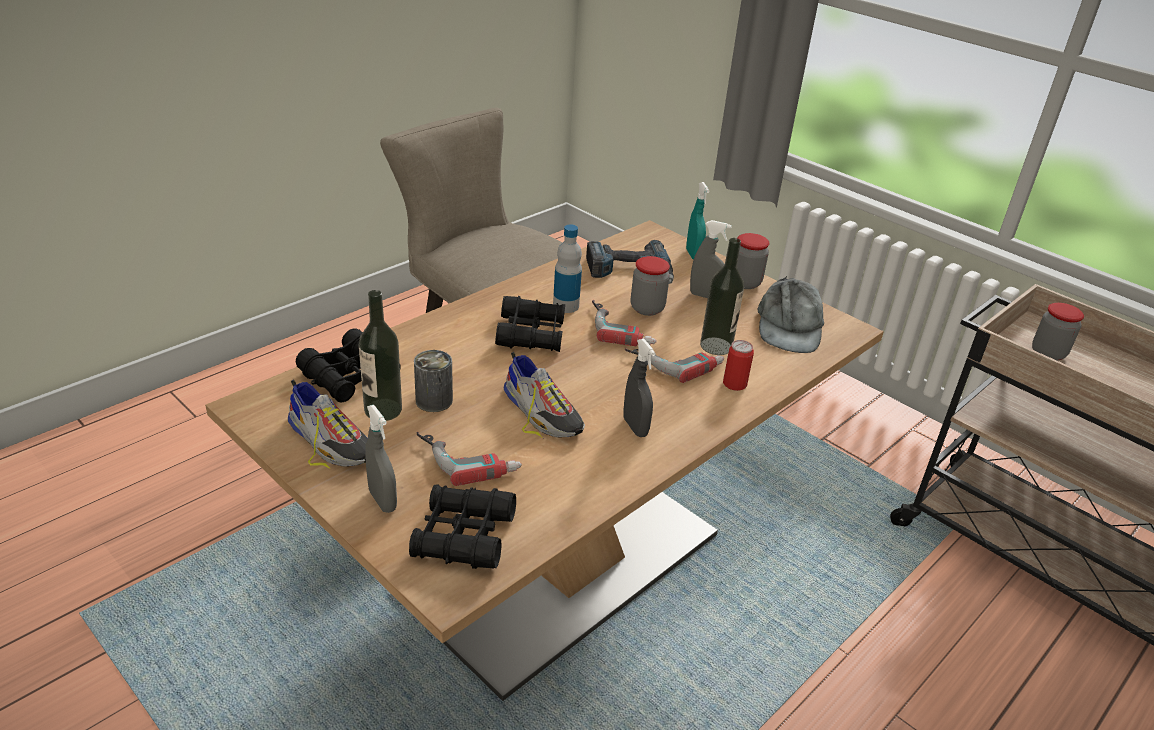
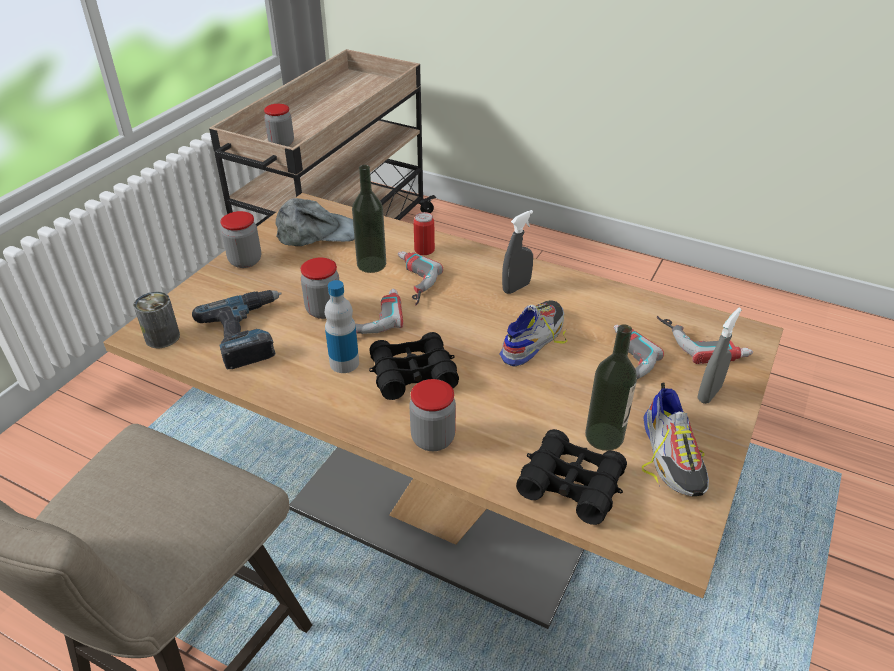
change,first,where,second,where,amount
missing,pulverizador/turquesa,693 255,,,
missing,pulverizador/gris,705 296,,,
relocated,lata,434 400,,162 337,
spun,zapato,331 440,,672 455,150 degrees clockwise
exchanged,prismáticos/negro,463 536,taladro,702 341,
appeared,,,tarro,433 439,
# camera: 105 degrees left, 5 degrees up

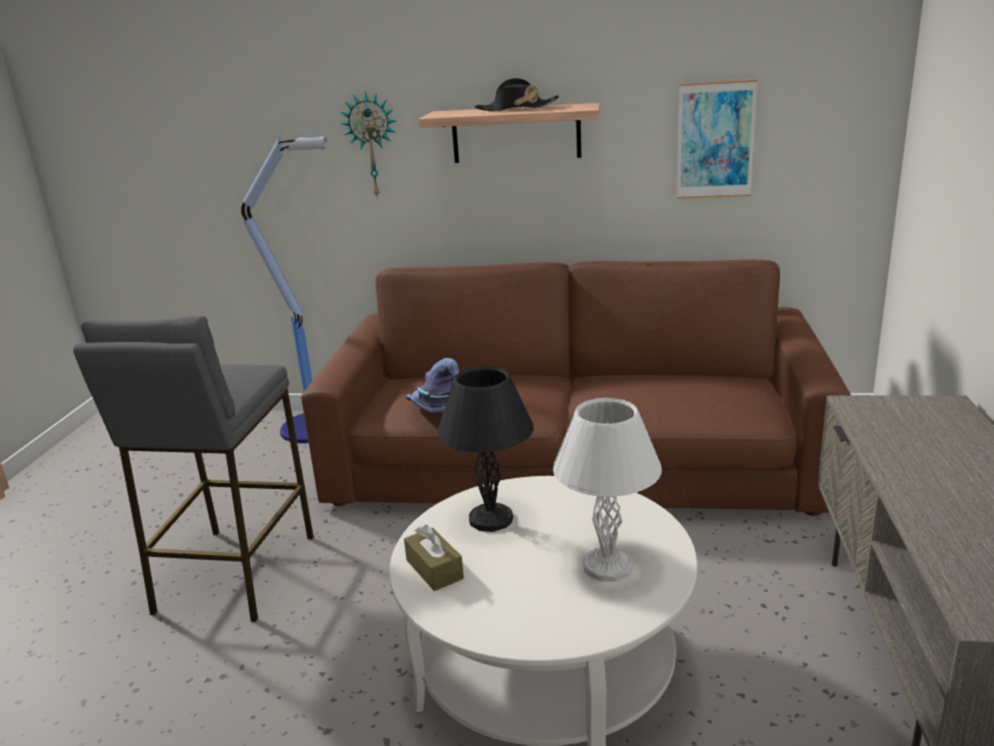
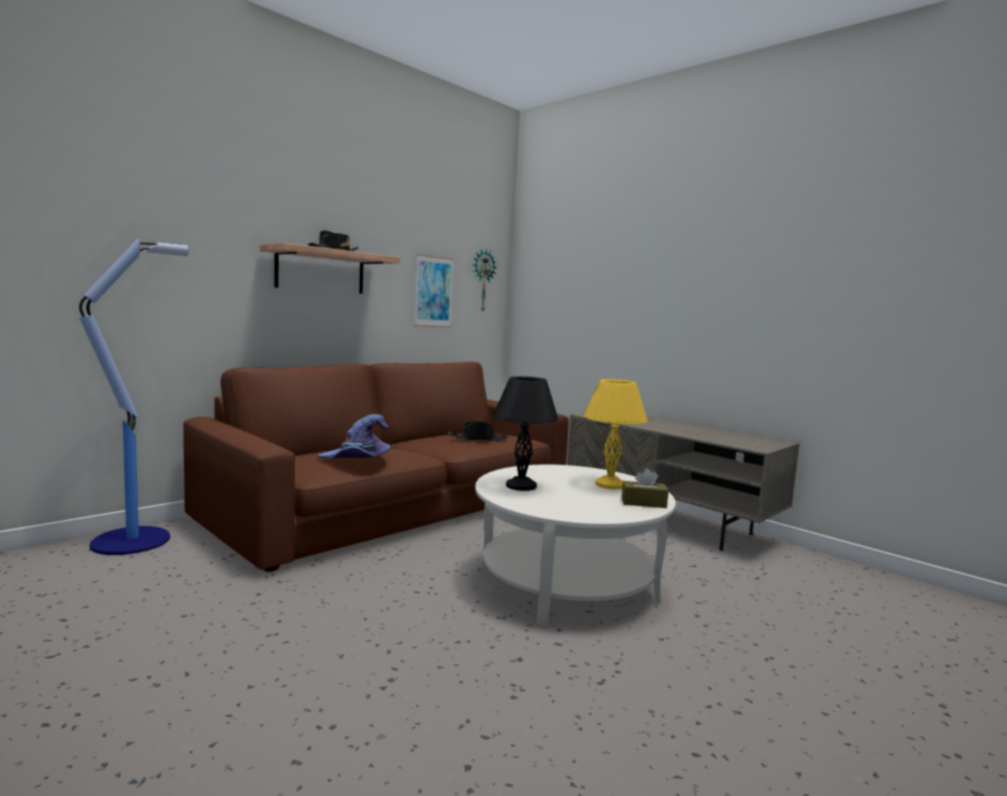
change,first,where,second,where,amount
relocated,reloj de pared,372 145,,482 280,
missing,taburete/gris,234 573,,,
colour,lámpara de mesa/blanco,608 565,lámpara de mesa/amarillo,609 484,
relocated,caja de pañuelos/marrón,434 569,,643 503,
appeared,,,sombrero/negro,478 439,
# camera: 55 degrees left, 15 degrees down

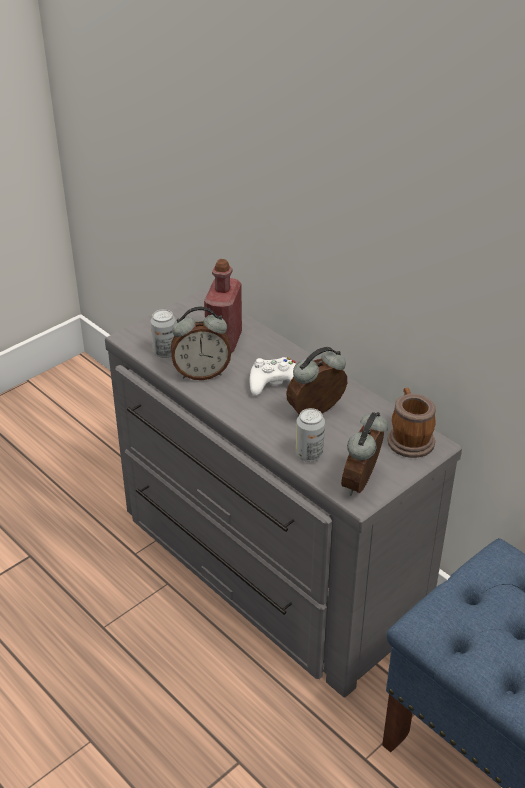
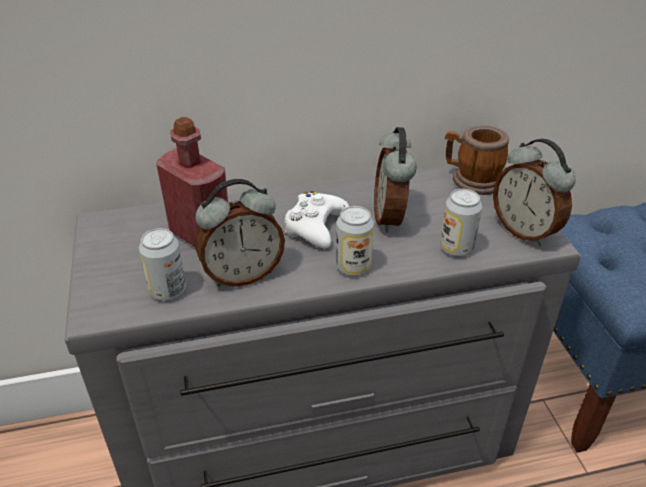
change,first,where,second,where,amount
spun,despertador,201 373,,242 275,45 degrees clockwise
appeared,,,lata,353 267,
# camera: 60 degrees left, 0 degrees up

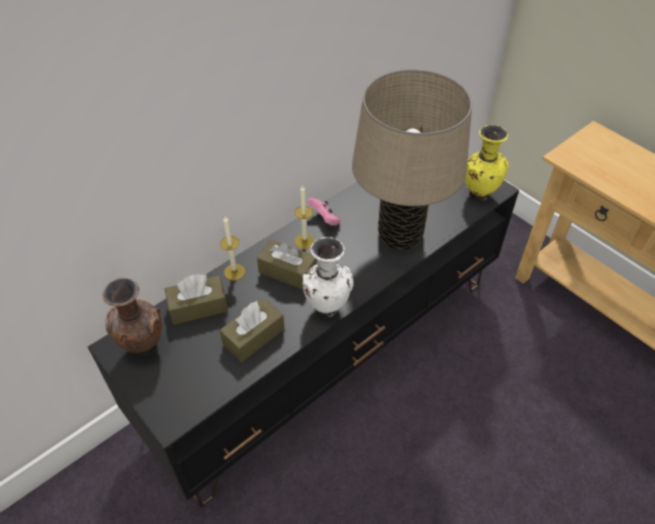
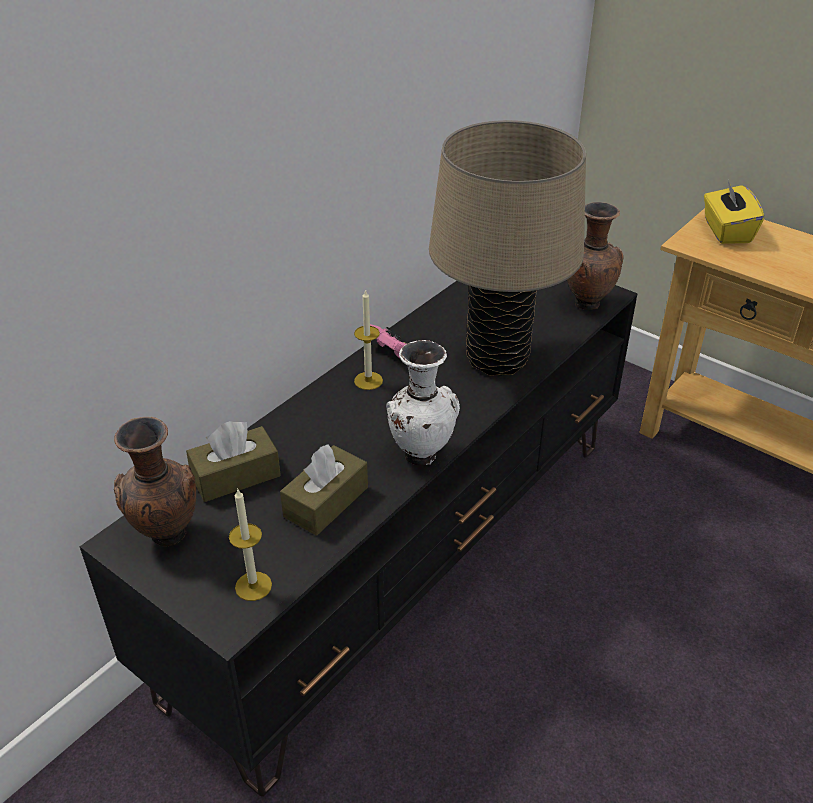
change,first,where,second,where,amount
colour,florero/amarillo,478 194,florero/marrón,587 303,
relocated,vela,234 272,,253 586,
missing,caja de pañuelos/marrón,287 271,,,
appeared,,,caja de pañuelos/amarillo,726 231,
# camera: 10 degrees left, 10 degrees down

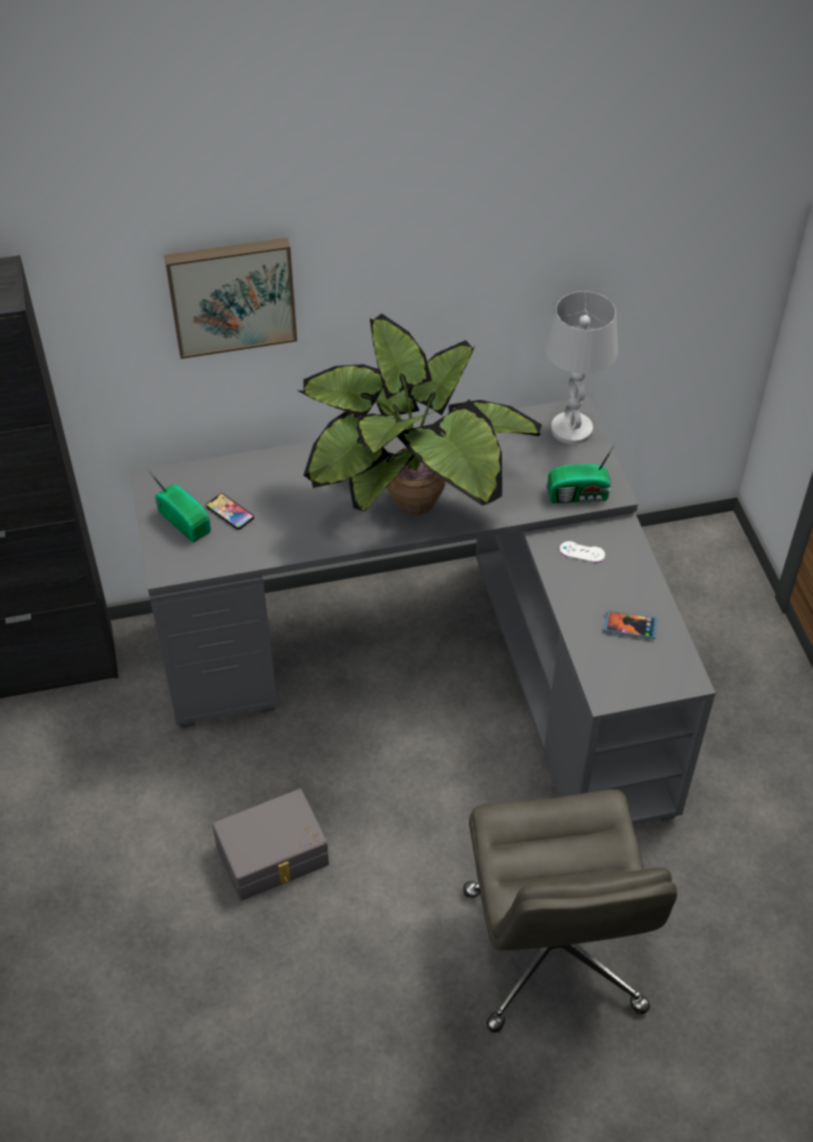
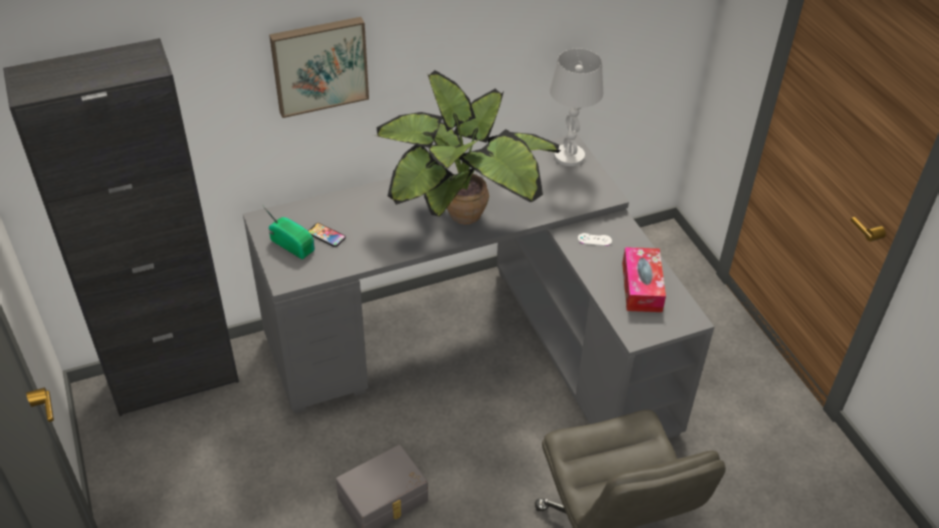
change,first,where,second,where,amount
missing,radio,579 495,,,
exchanged,móvil,630 626,caja de pañuelos,641 287,
# camera: 10 degrees left, 5 degrees down

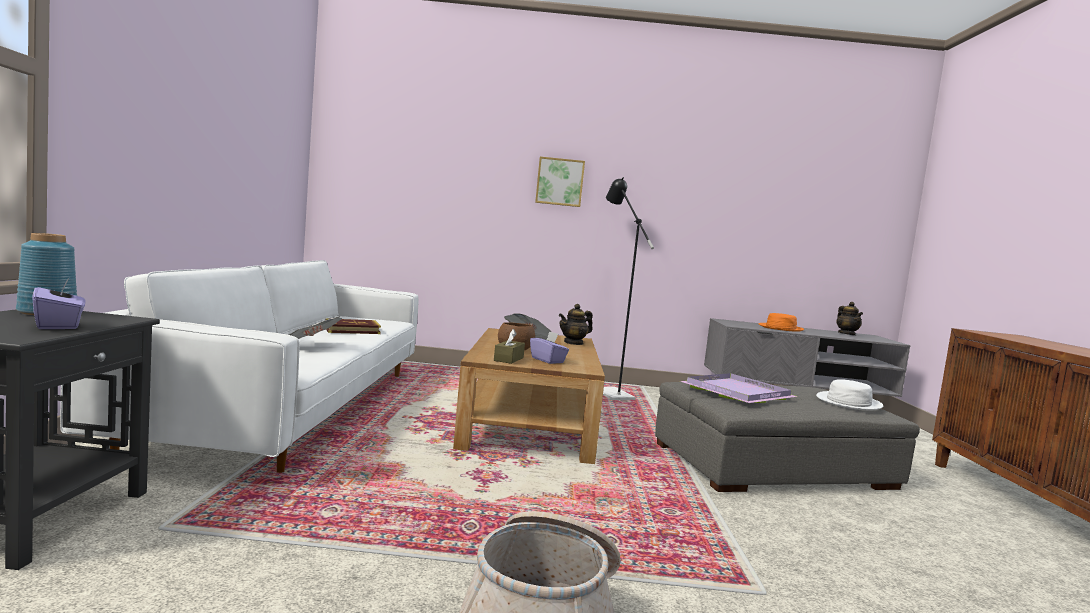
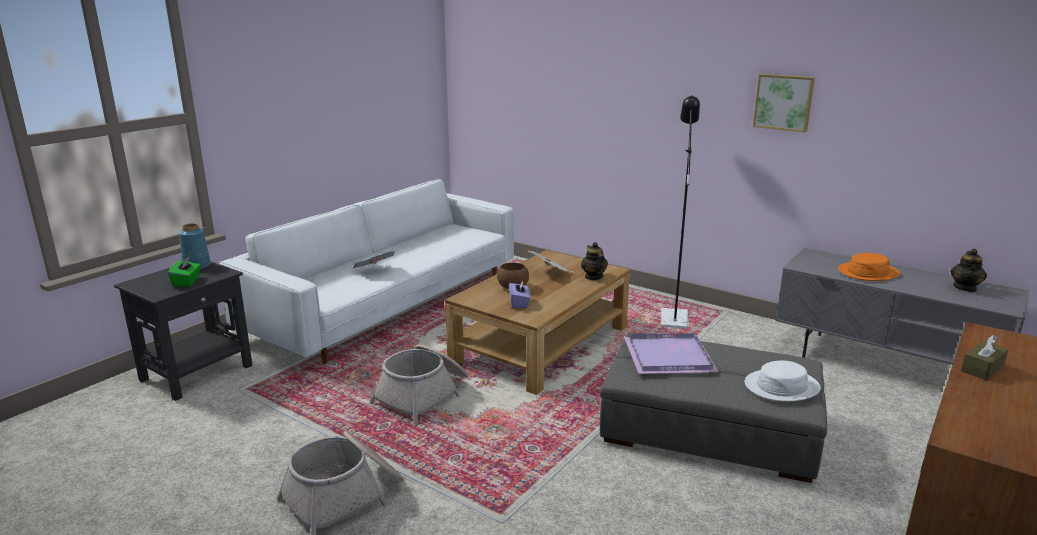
change,first,where,second,where,amount
relocated,cuadro,560 182,,783 102,
colour,caja de pañuelos/morado,59 325,caja de pañuelos/verde,187 282,
spun,tetera,573 343,,593 277,75 degrees clockwise
missing,libro,352 330,,,
relocated,caja de pañuelos/marrón,508 359,,982 368,
appeared,,,cesta,424 395,
# camera: 35 degrees right, 15 degrees up

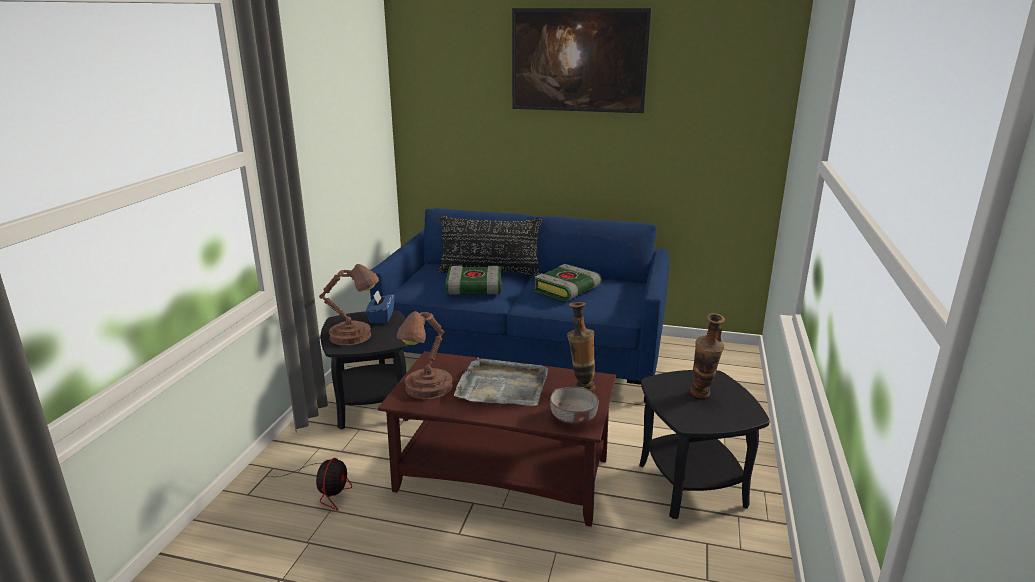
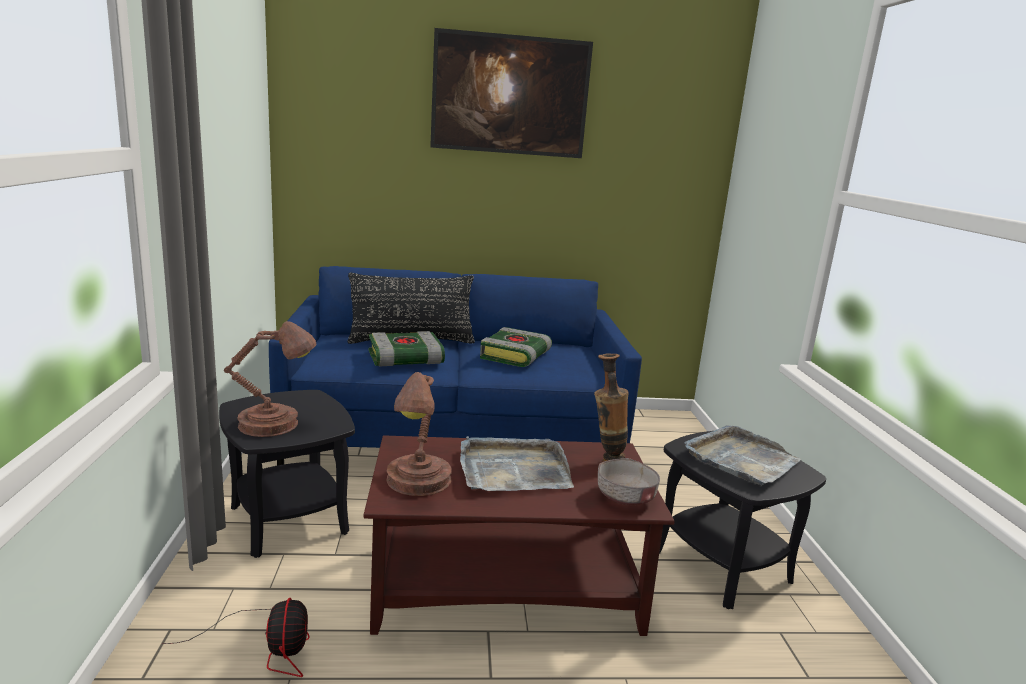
change,first,where,second,where,amount
missing,caja de pañuelos/azul,381 318,,,
exchanged,florero,702 397,bandeja/gris,741 459,
# camera: 20 degrees left, 5 degrees down

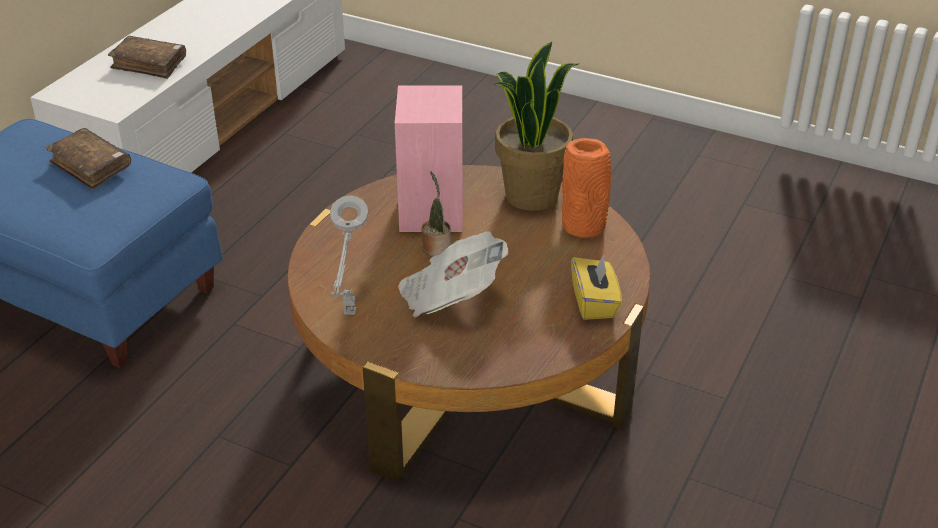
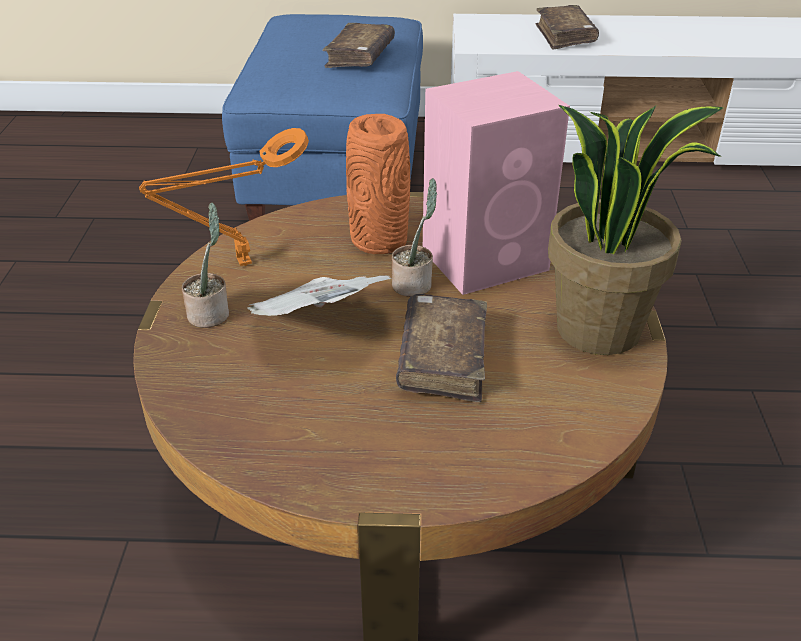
change,first,where,second,where,amount
relocated,florero/naranja,585 227,,379 241,
colour,lámpara de mesa/gris,349 315,lámpara de mesa/naranja,239 264,
missing,caja de pañuelos/amarillo,594 303,,,
appeared,,,planta en maceta,211 313,
appeared,,,libro/marrón,443 359,
# camera: 65 degrees right, 0 degrees up

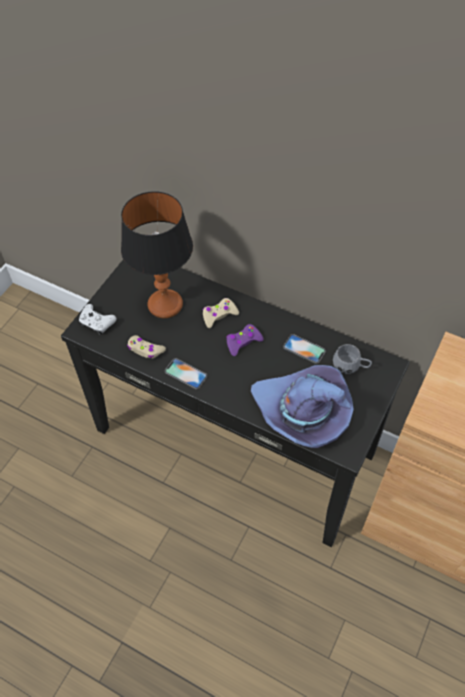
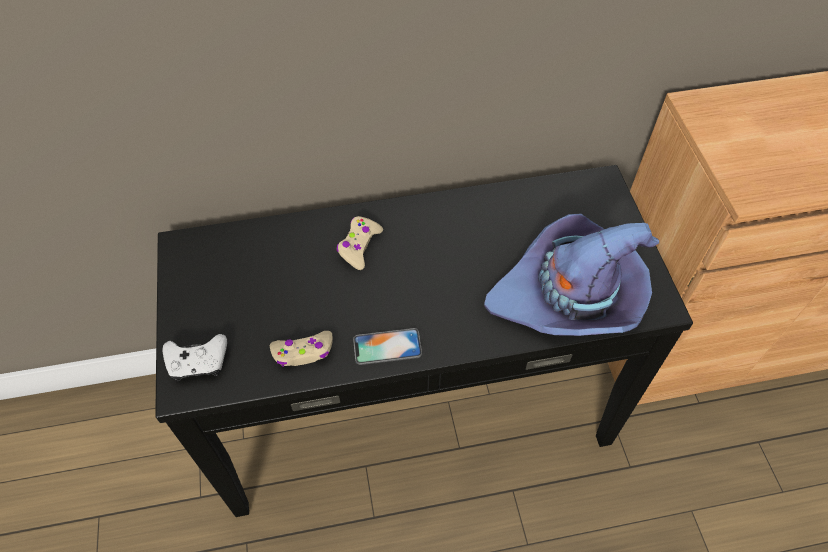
change,first,where,second,where,amount
missing,lámpara de mesa,165 305,,,
missing,mando de consola/morado,243 342,,,
missing,móvil,304 349,,,
missing,taza grande/gris,350 367,,,
# camera: 40 degrees left, 0 degrees up

